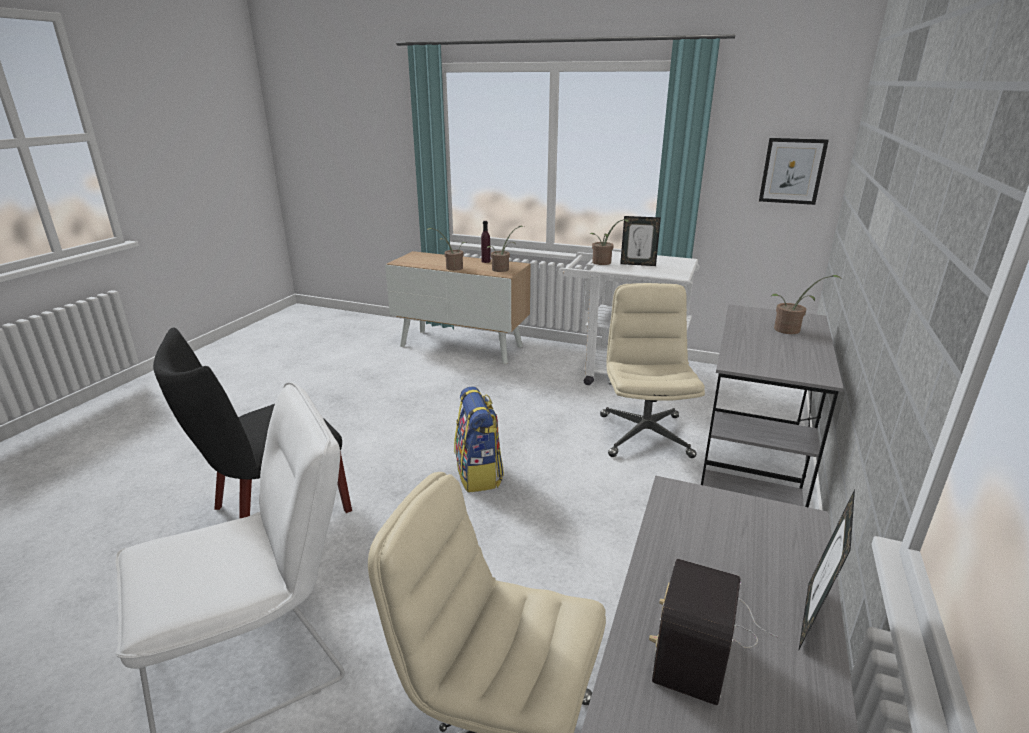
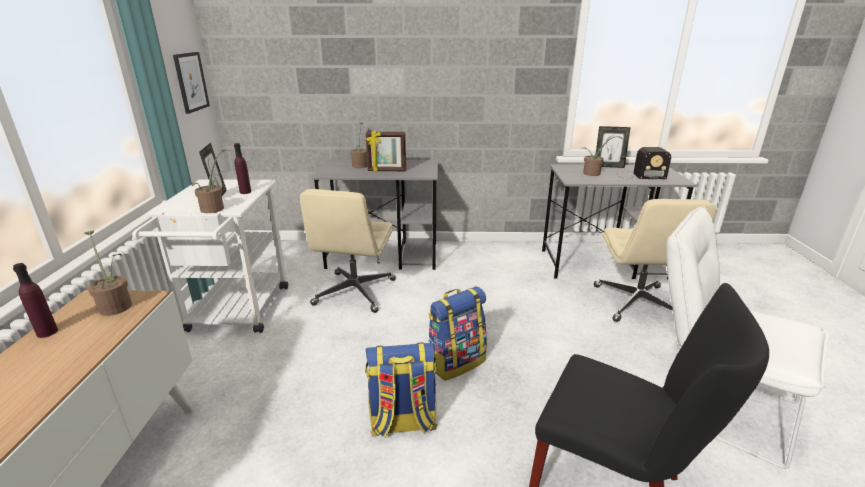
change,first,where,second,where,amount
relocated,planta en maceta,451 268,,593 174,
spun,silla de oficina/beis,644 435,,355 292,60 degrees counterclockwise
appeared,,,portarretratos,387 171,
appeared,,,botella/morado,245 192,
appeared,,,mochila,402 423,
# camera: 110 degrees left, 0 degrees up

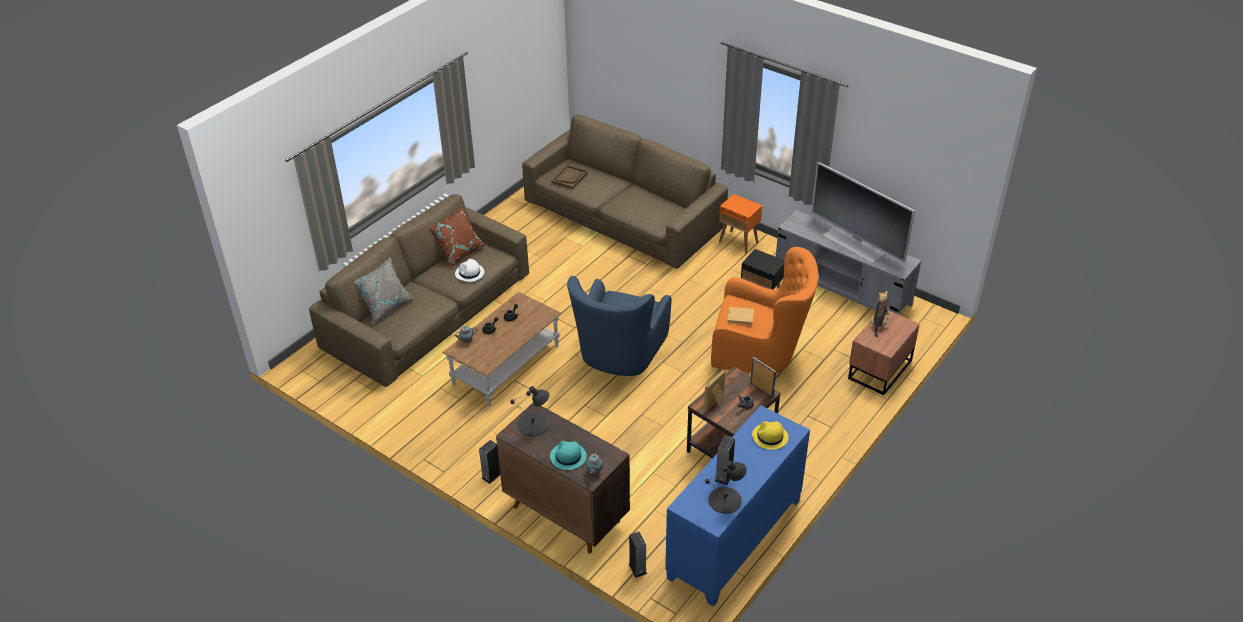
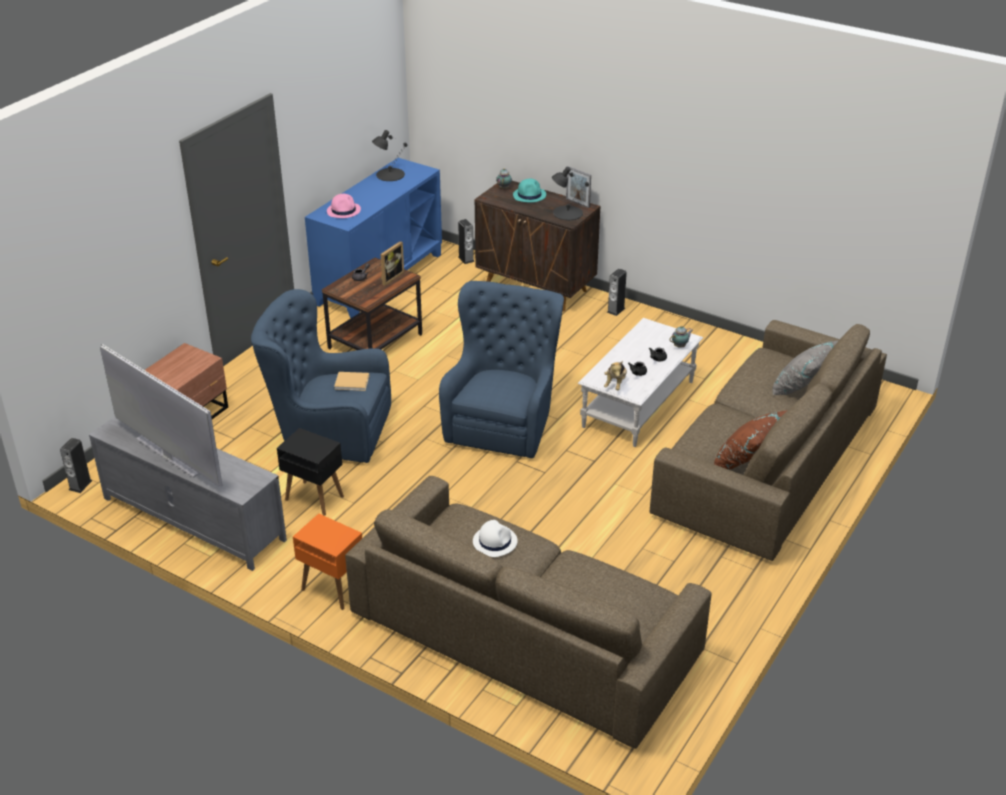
change,first,where,second,where,amount
missing,bandeja/marrón,569 178,,,
colour,sillón/naranja,760 351,sillón/azul,327 432,
relocated,sombrero/blanco,469 273,,495 541,
colour,mesa de centro/marrón,506 365,mesa de centro/blanco,638 404,
relocated,peluche,879 323,,615 383,
relocated,portarretratos,761 390,,577 203,
colour,sombrero/amarillo,769 437,sombrero/rosa,344 210,
relocated,altavoz,724 476,,80 485,
# camera: 175 degrees right, 5 degrees down

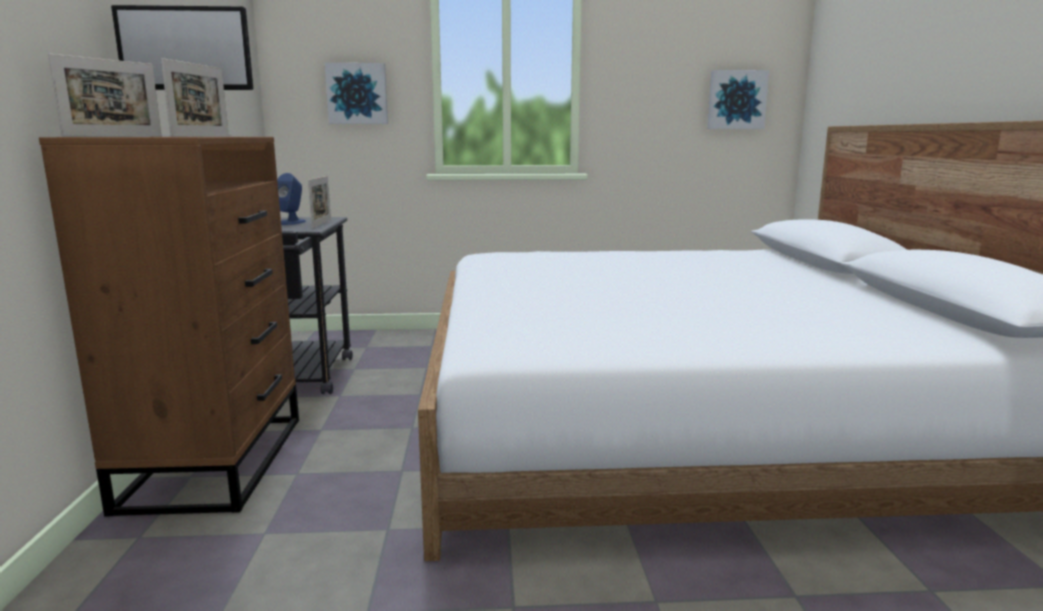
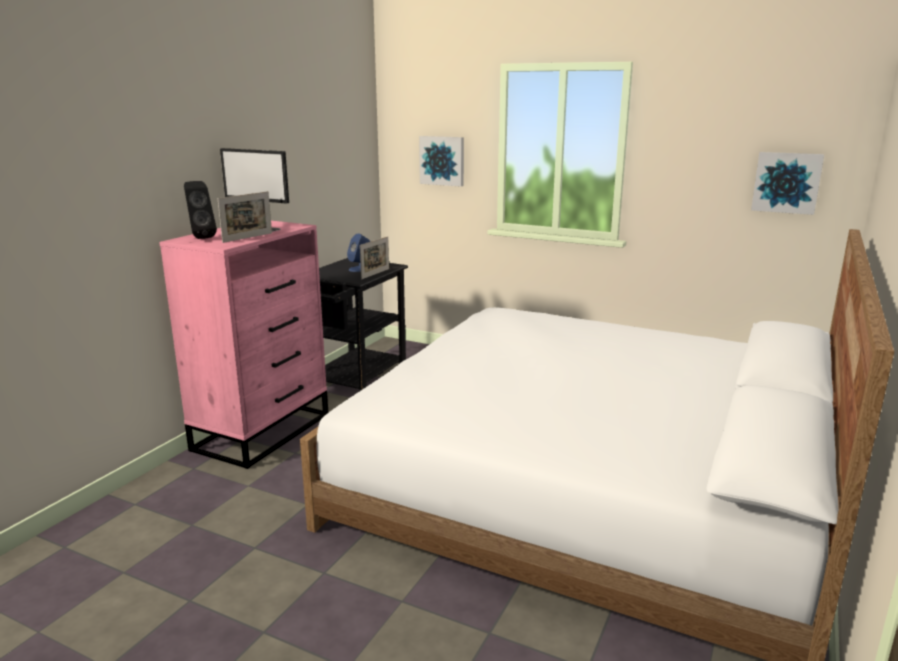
change,first,where,second,where,amount
exchanged,portarretratos,114 136,altavoz/negro,200 238,
colour,cómoda/marrón,217 460,cómoda/rosa,263 431,
# camera: 30 degrees right, 5 degrees up

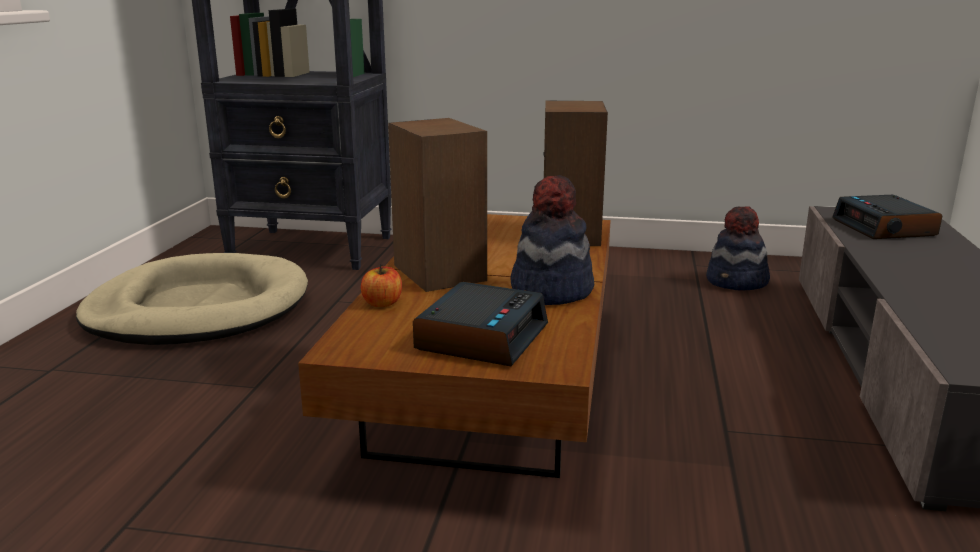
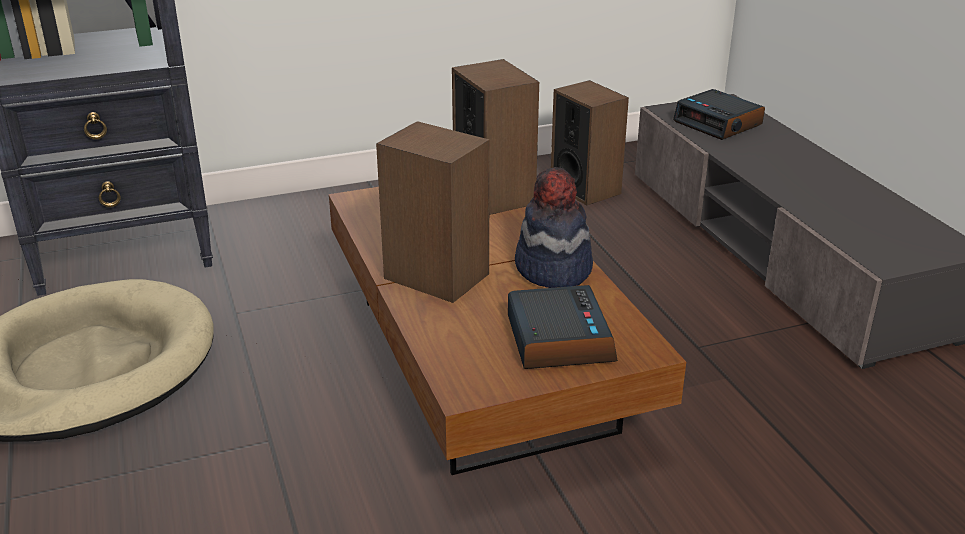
change,first,where,second,where,amount
exchanged,sombrero,737 282,altavoz,585 188,
missing,manzana,382 303,,,
# camera: 30 degrees left, 10 degrees up

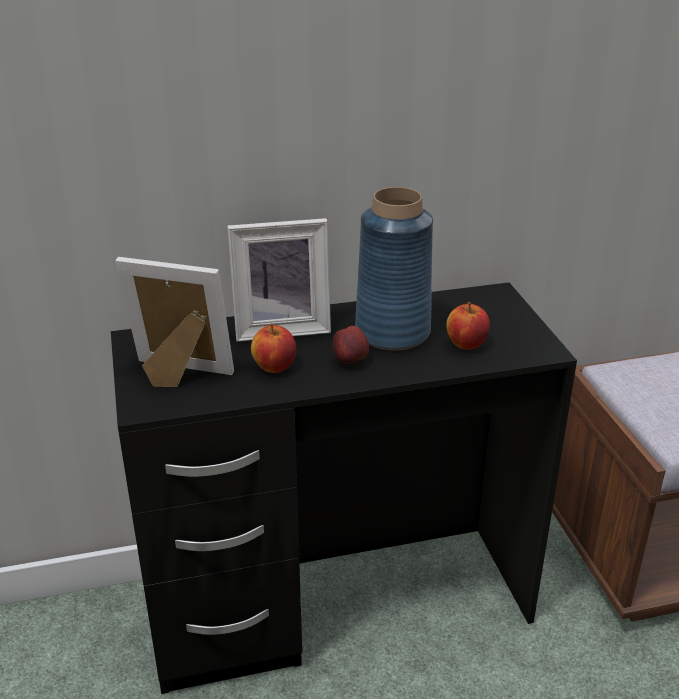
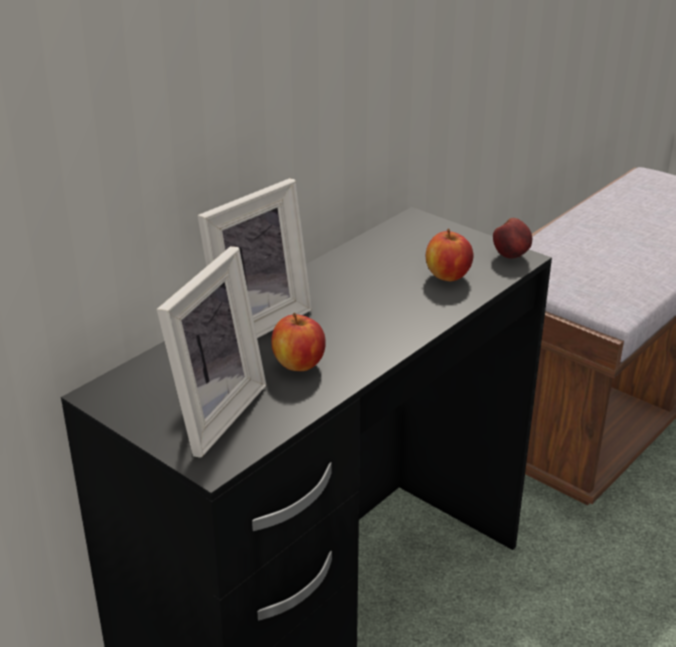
change,first,where,second,where,amount
missing,florero/azul,392 333,,,
spun,portarretratos,178 376,,210 413,135 degrees clockwise
relocated,manzana,350 362,,511 256,
# camera: 35 degrees left, 0 degrees up

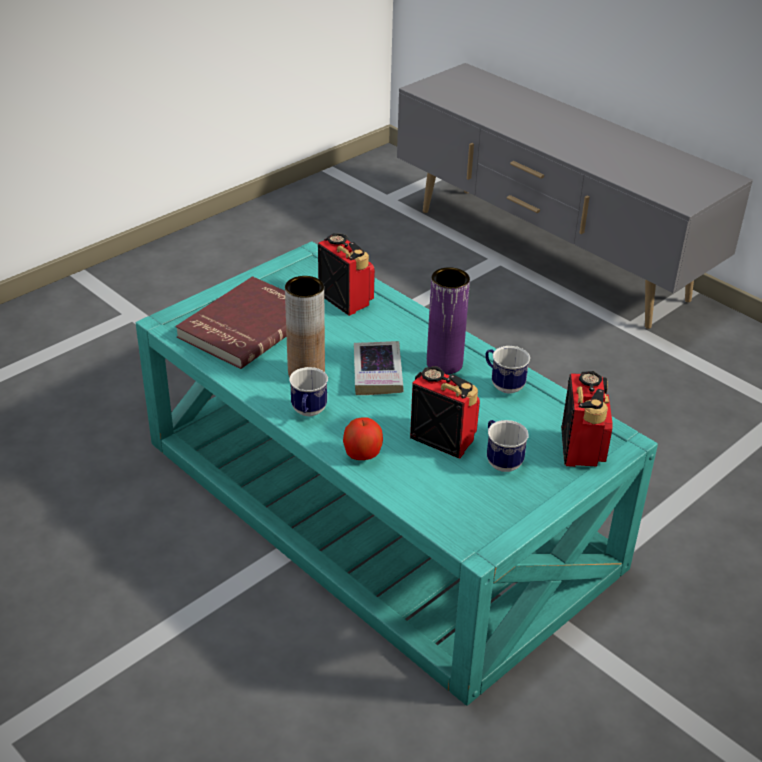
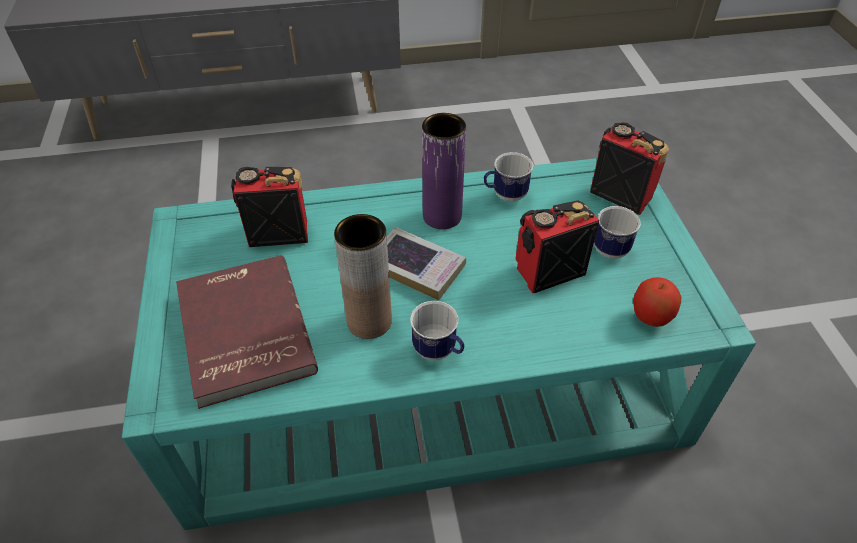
change,first,where,second,where,amount
relocated,manzana,362 454,,650 316,
# camera: 55 degrees left, 10 degrees up

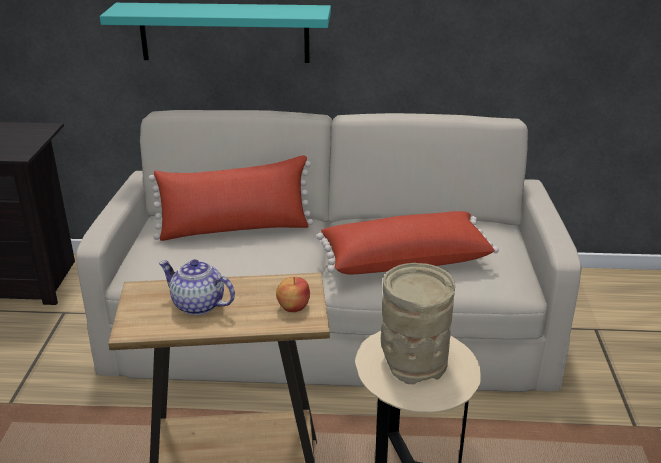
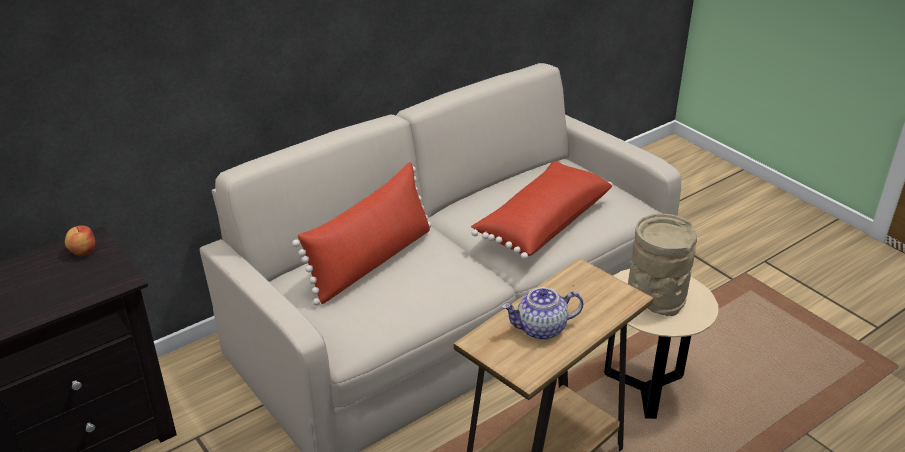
change,first,where,second,where,amount
missing,estante/turquesa,224 32,,,
relocated,manzana,293 307,,83 251,
# camera: 40 degrees left, 5 degrees up

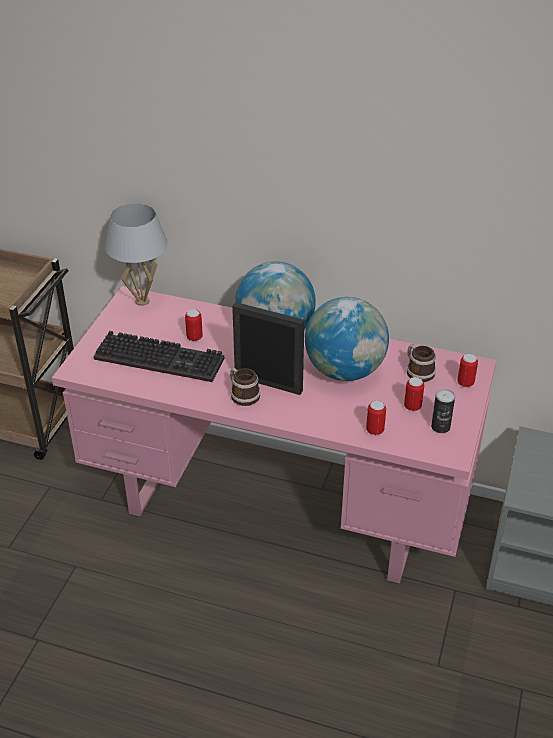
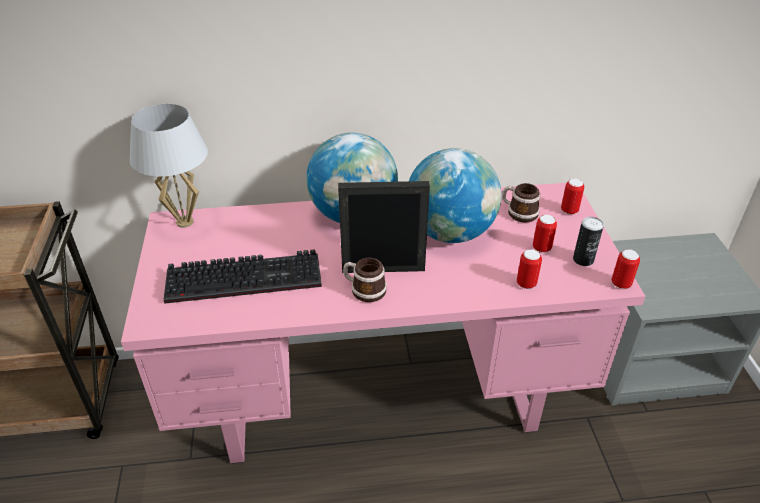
change,first,where,second,where,amount
relocated,lata,194 337,,621 284,
# camera: 25 degrees left, 0 degrees up

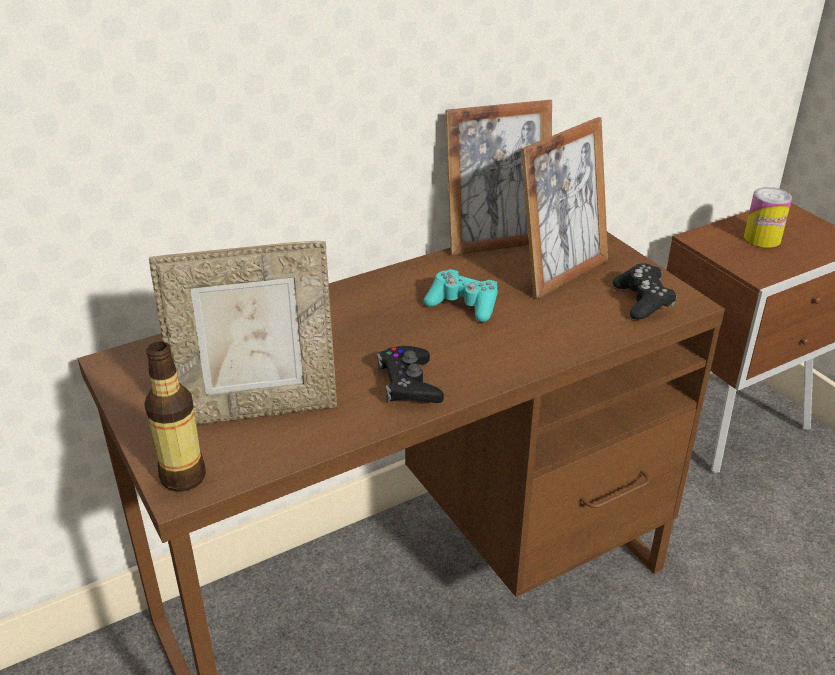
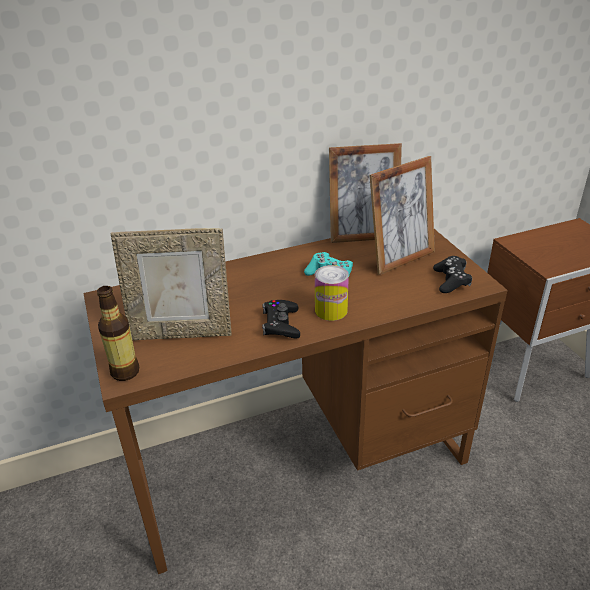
change,first,where,second,where,amount
relocated,lata,762 238,,331 310,
# camera: 10 degrees right, 0 degrees up

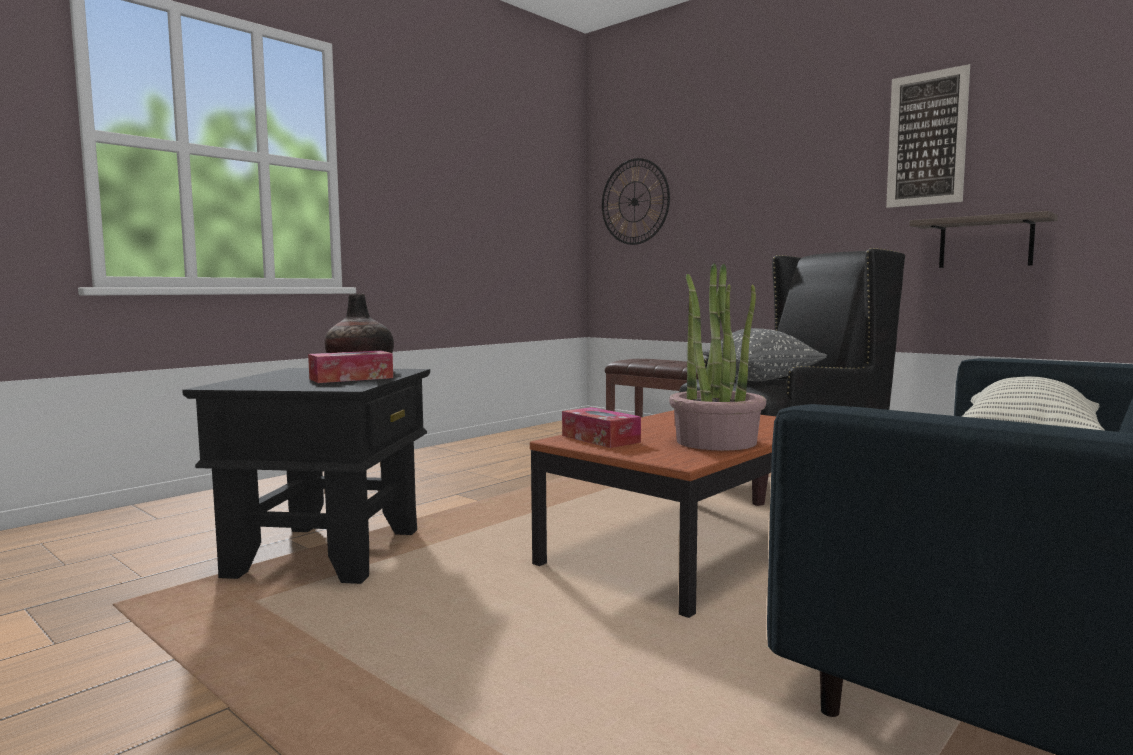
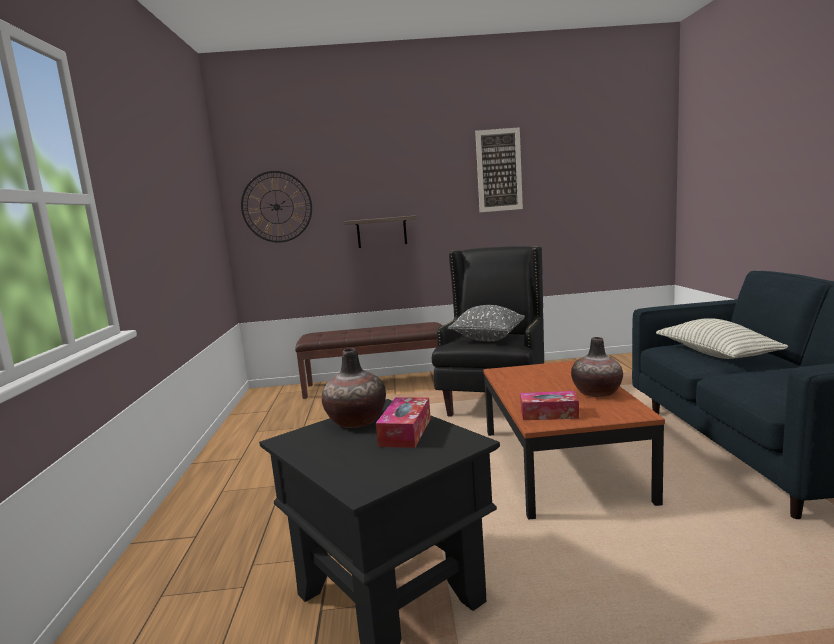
change,first,where,second,where,amount
relocated,estante,985 242,,381 232,
exchanged,planta en maceta,716 441,florero,597 392,
# camera: 45 degrees left, 5 degrees up

